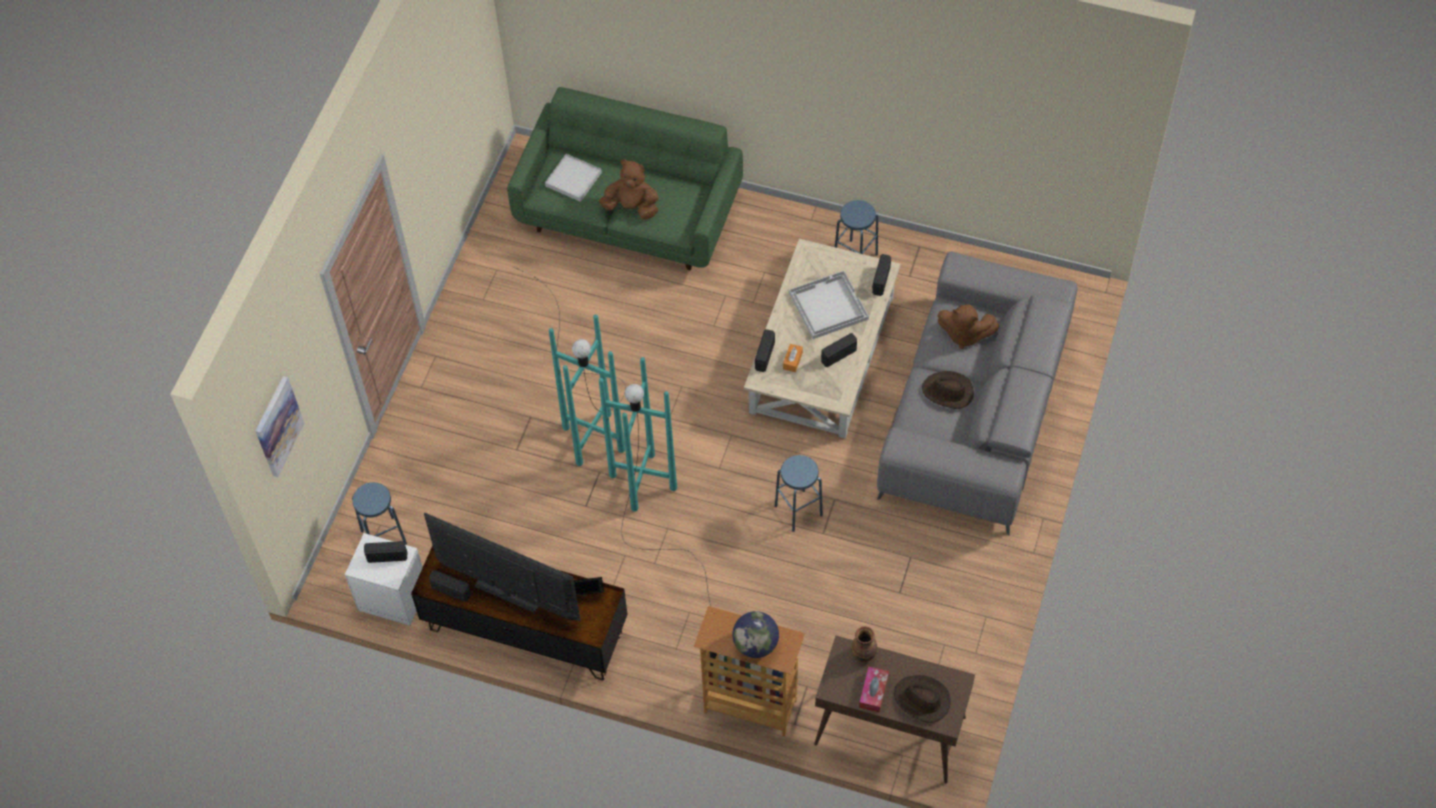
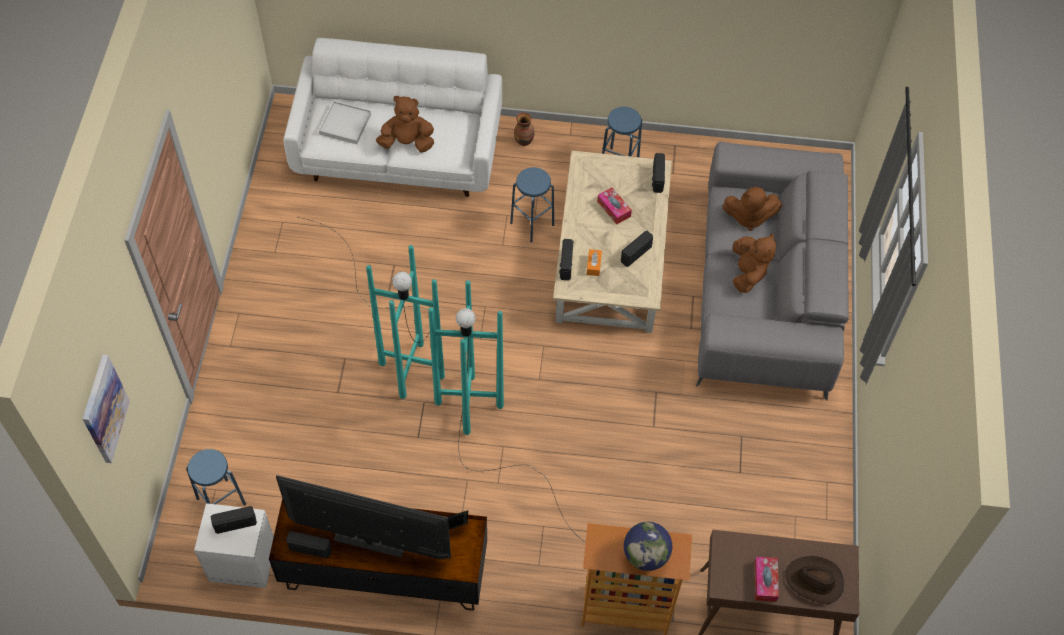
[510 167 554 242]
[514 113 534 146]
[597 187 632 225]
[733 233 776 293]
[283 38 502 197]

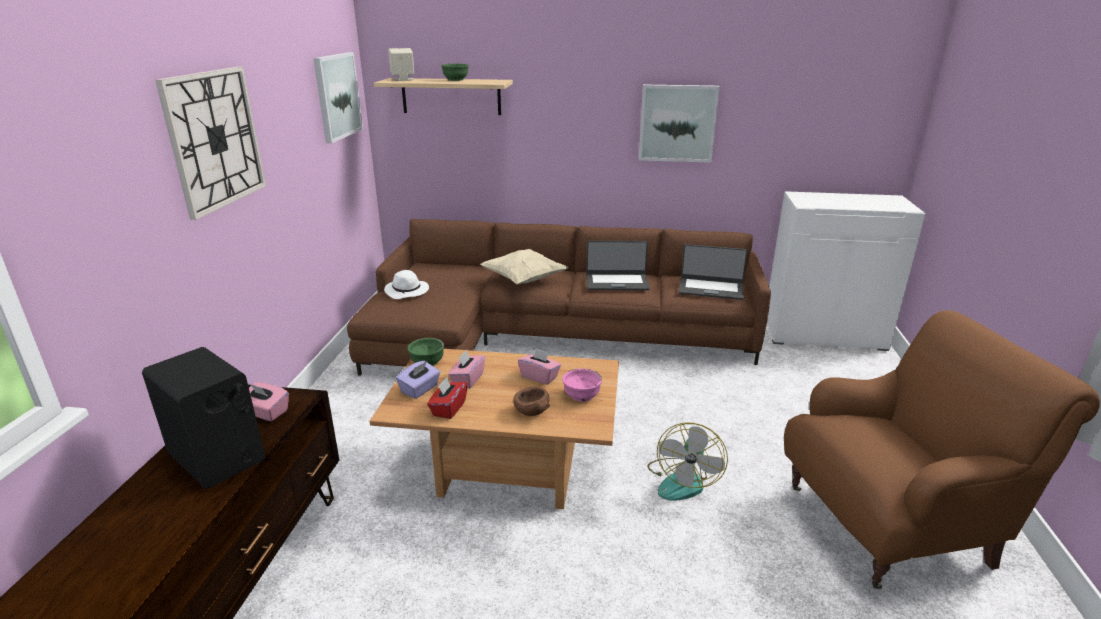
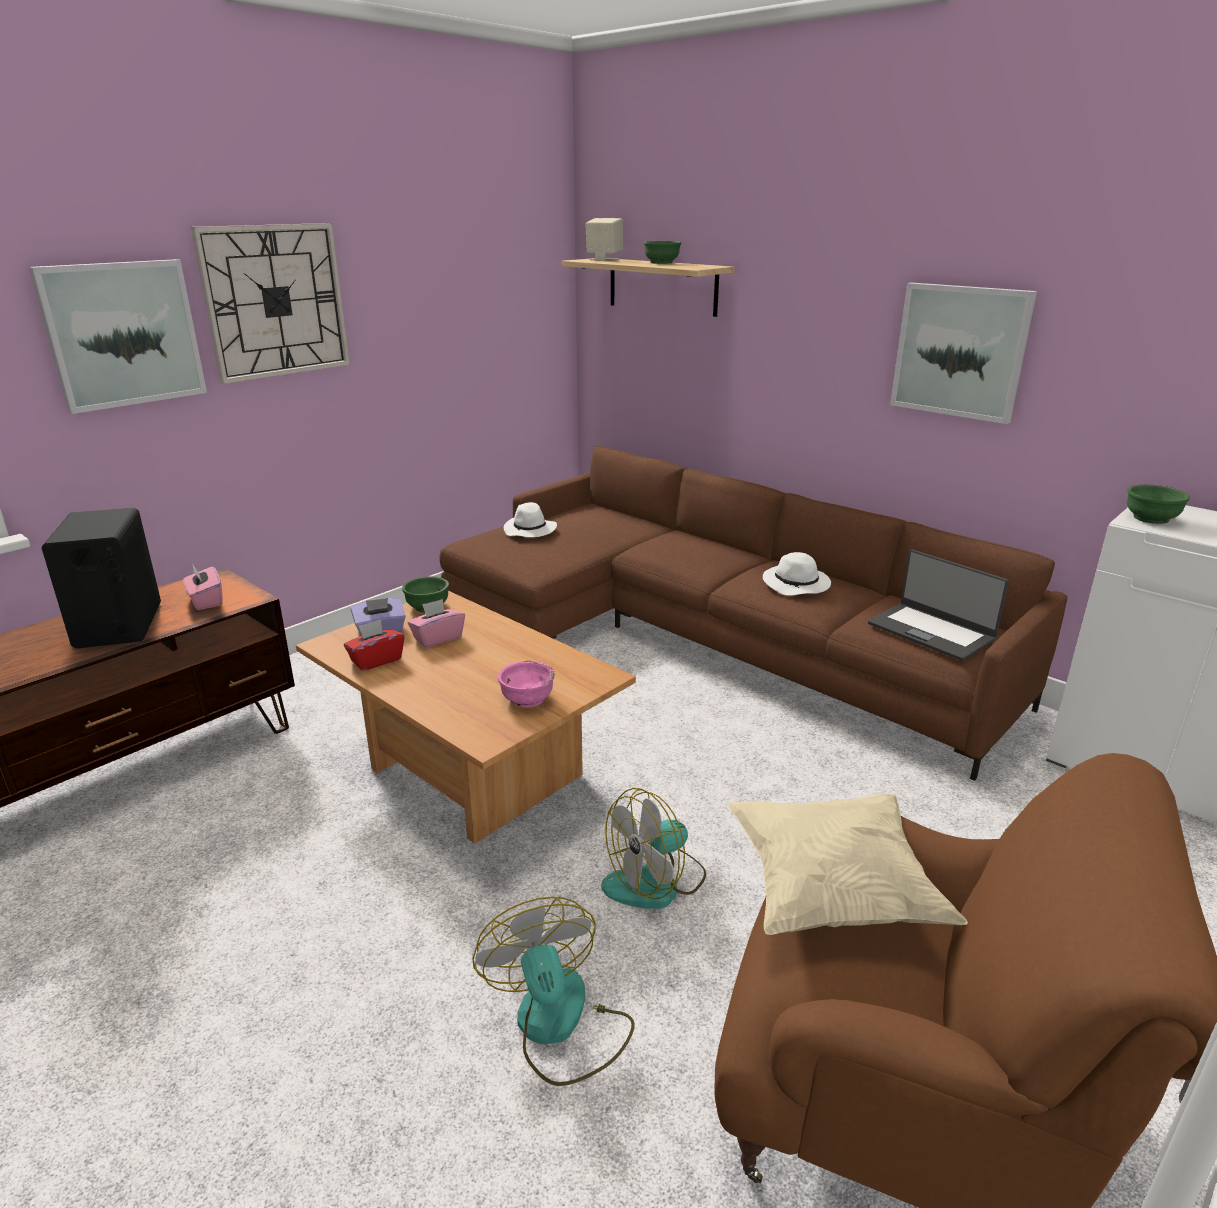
[513 386 550 416] (first image)
[518 347 561 385] (first image)
[472 897 635 1086]
[1127 484 1190 524]
[29 259 207 414]
[728 794 968 935]
[763 552 831 596]

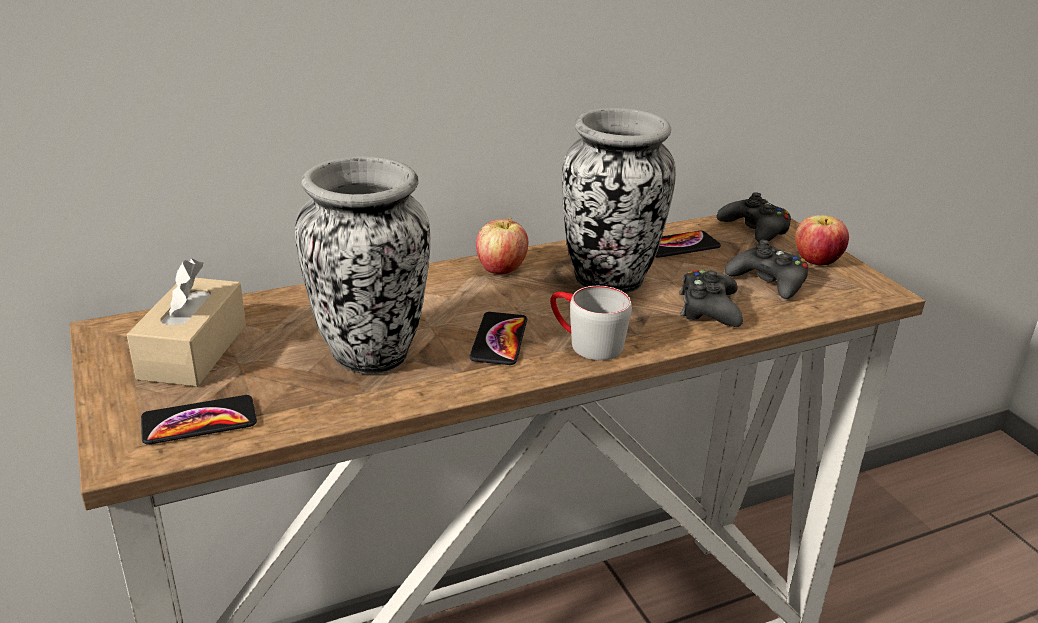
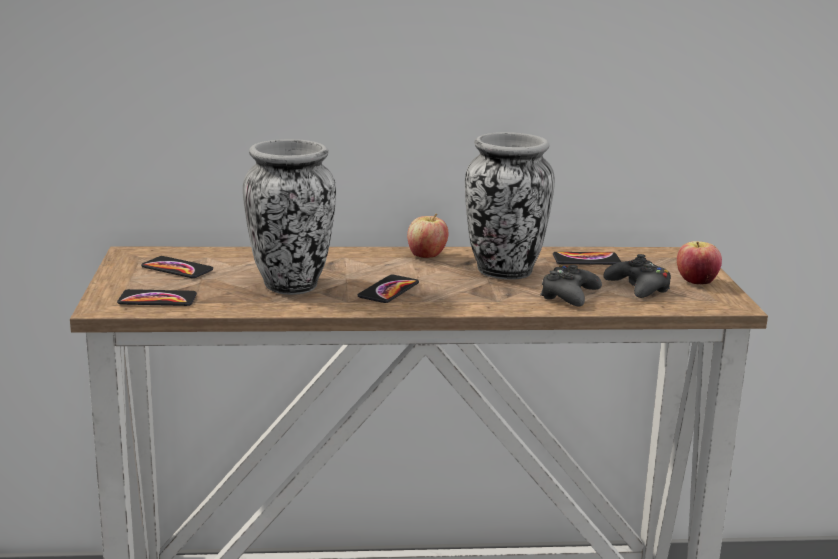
[550 286 632 361] (first image)
[717 192 791 242] (first image)
[141 256 213 278]

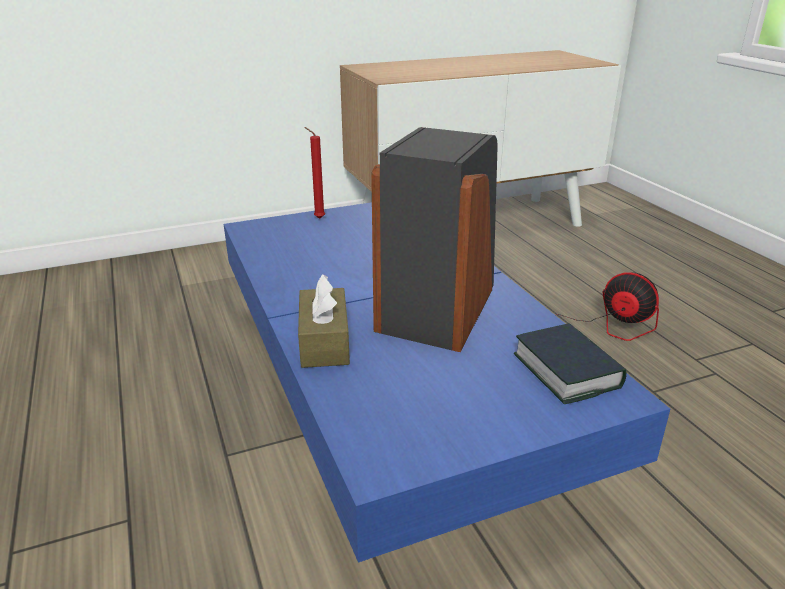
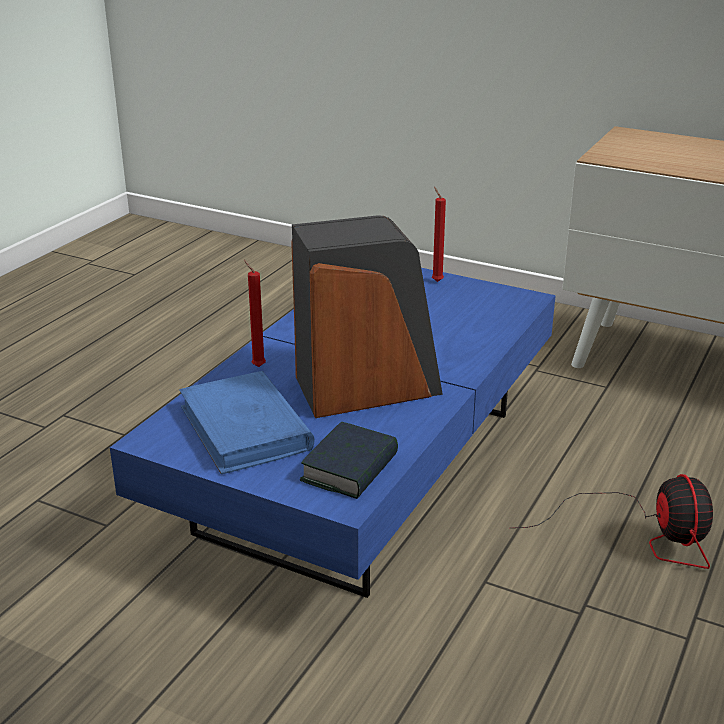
[179 371 315 474]
[244 259 266 367]

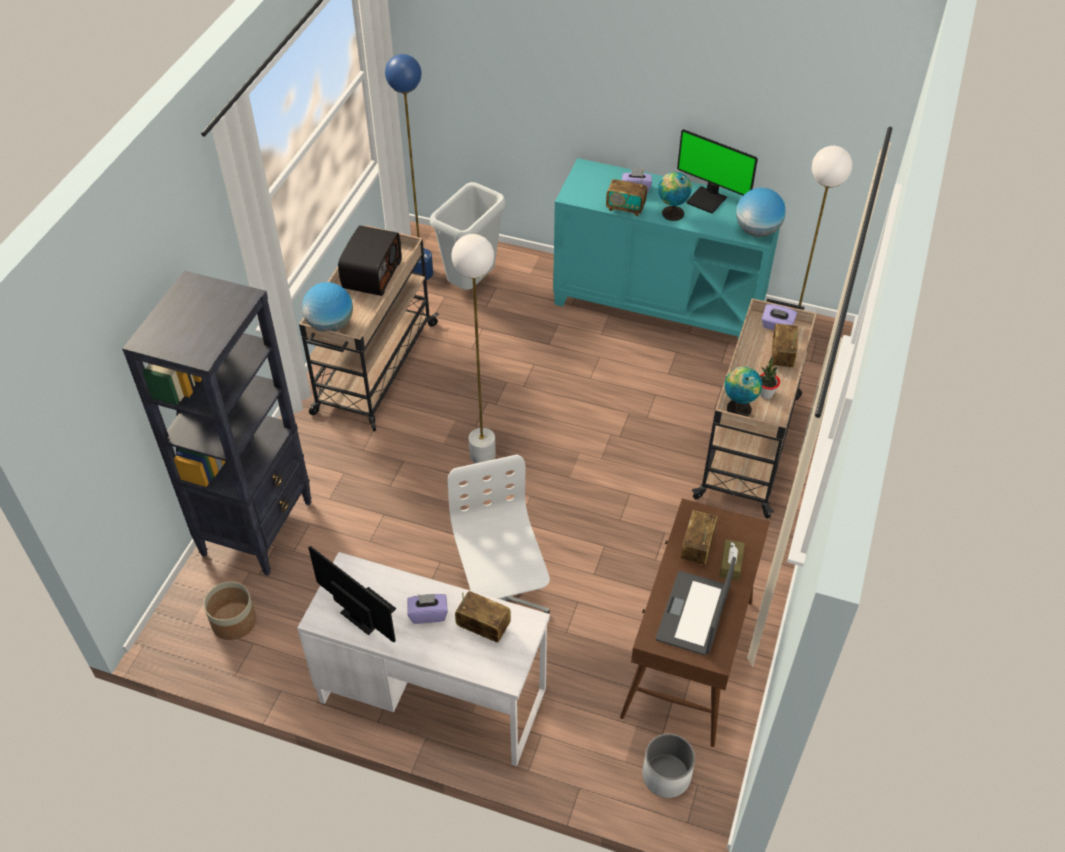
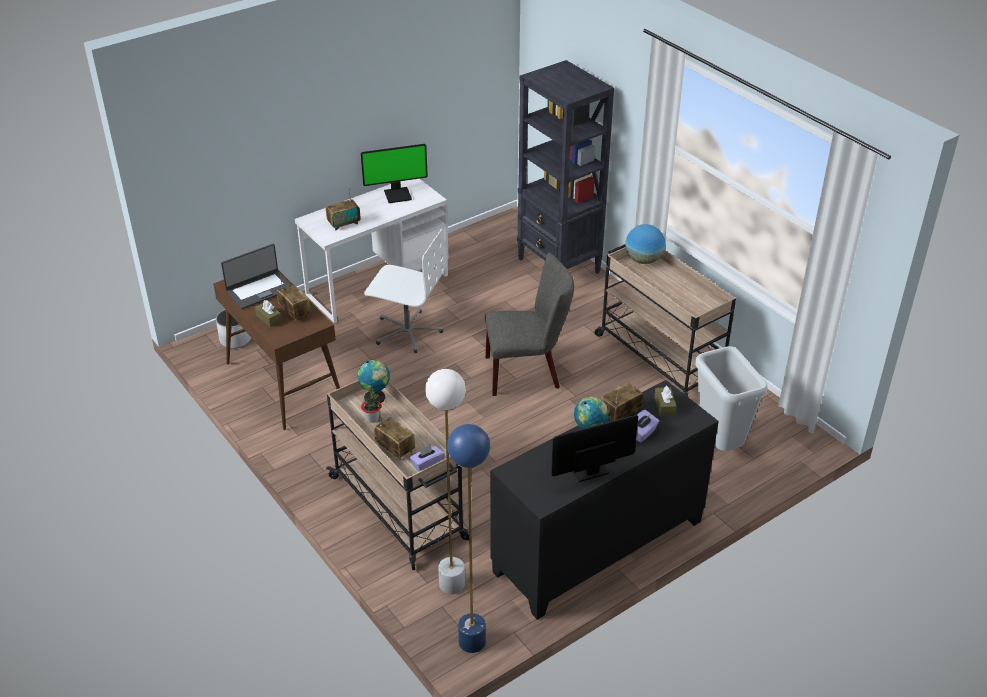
[204 582 256 640] (first image)
[338 225 402 296] (first image)
[407 594 448 624] (first image)
[736 188 786 237] (first image)
[654 386 676 417]
[447 424 490 653]
[485 253 574 396]
[490 380 719 620]
[221 244 291 309]

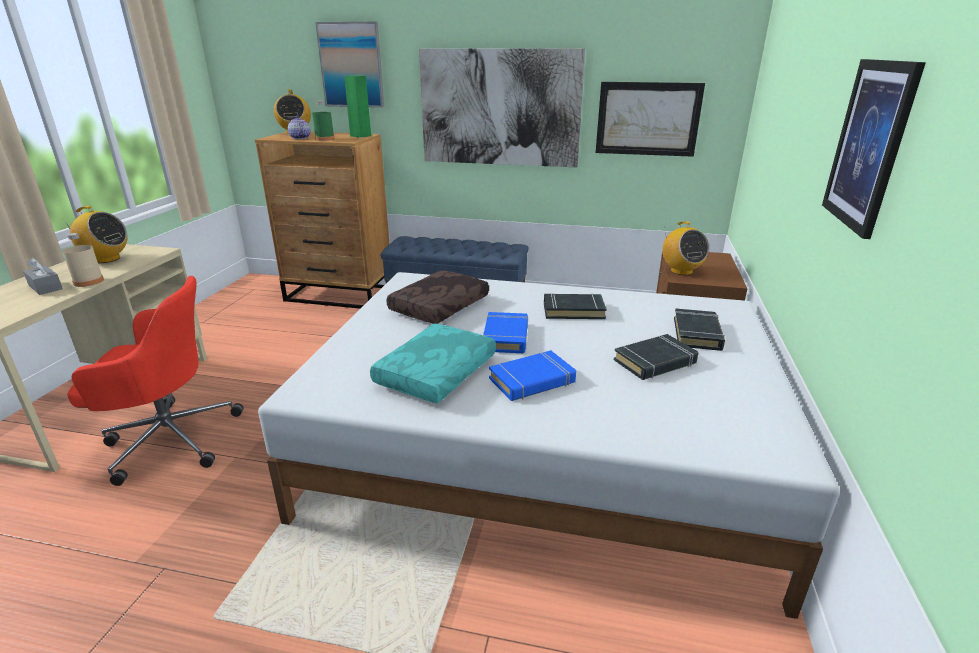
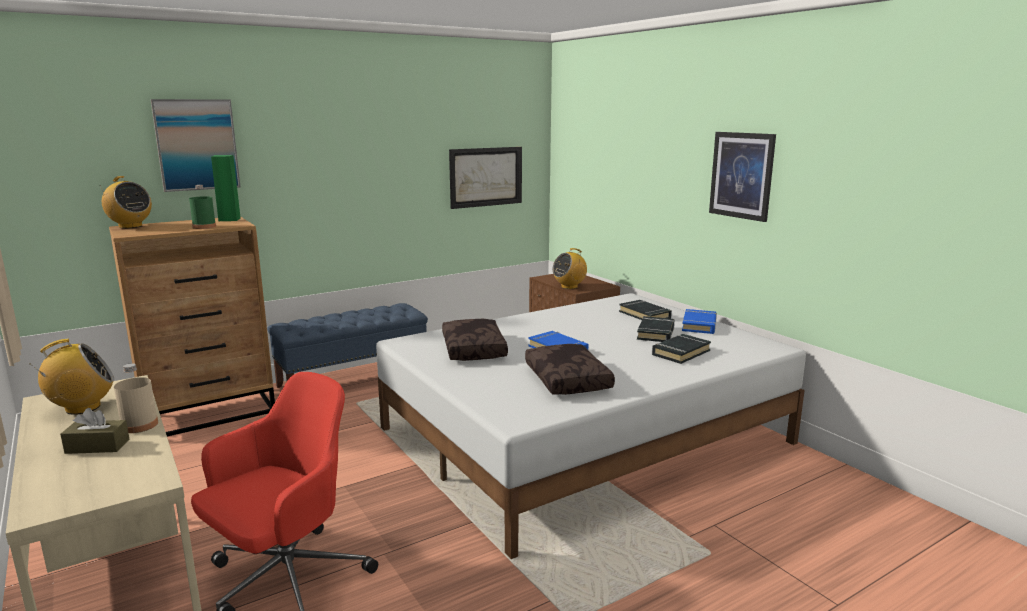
[288 116 311 139] (first image)
[419 49 586 167] (first image)
[682 309 717 334]
[652 334 711 364]
[60 408 129 454]
[525 344 615 395]
[552 248 587 289]

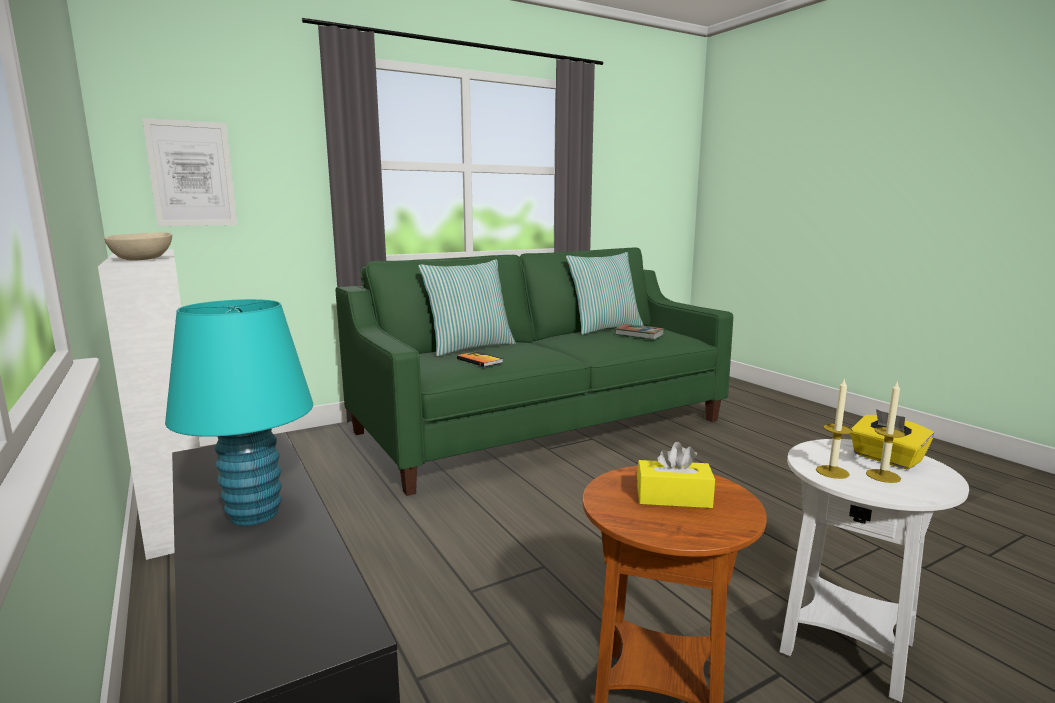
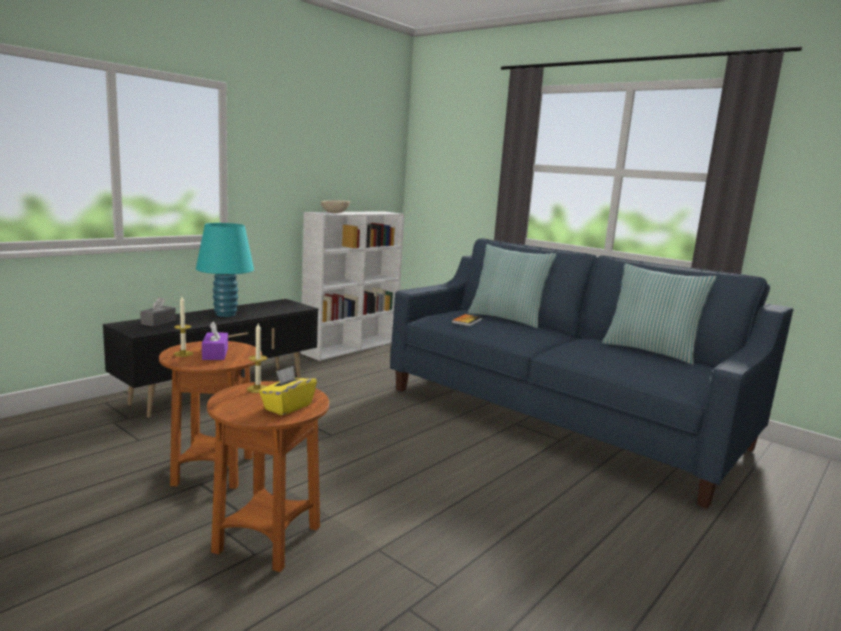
[142 118 237 226] (first image)
[615 324 664 340] (first image)
[140 297 176 327]
[174 297 193 357]
[390 238 793 508]
[202 322 228 360]
[207 381 329 572]

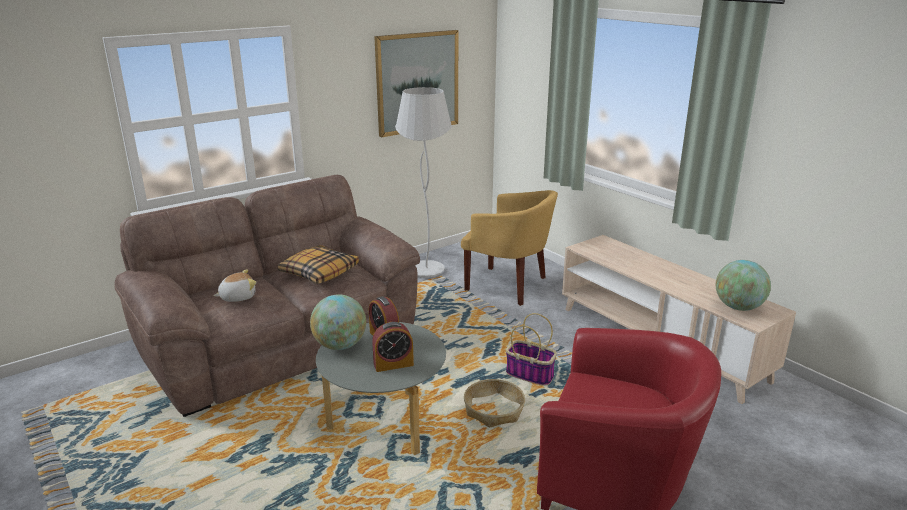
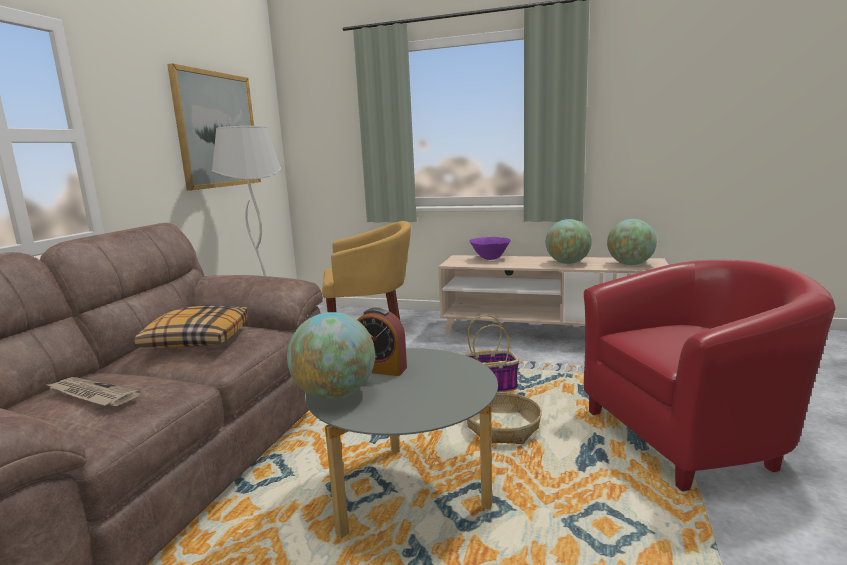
[372 322 414 372] (first image)
[470 237 511 260]
[546 219 592 264]
[45 377 141 406]

